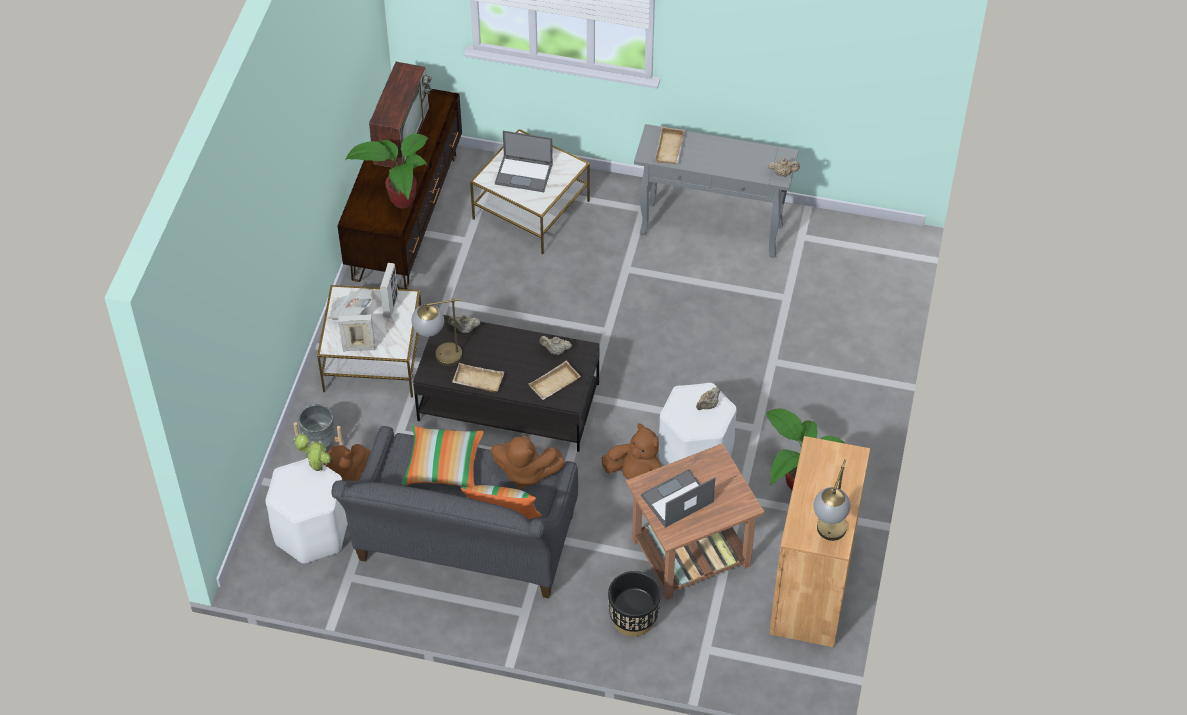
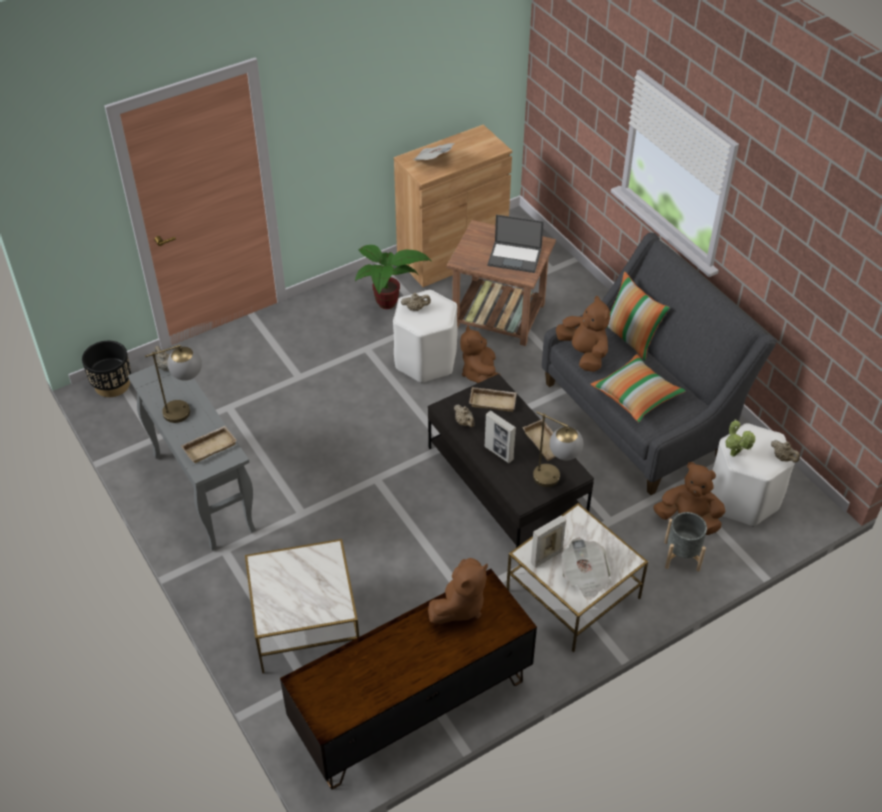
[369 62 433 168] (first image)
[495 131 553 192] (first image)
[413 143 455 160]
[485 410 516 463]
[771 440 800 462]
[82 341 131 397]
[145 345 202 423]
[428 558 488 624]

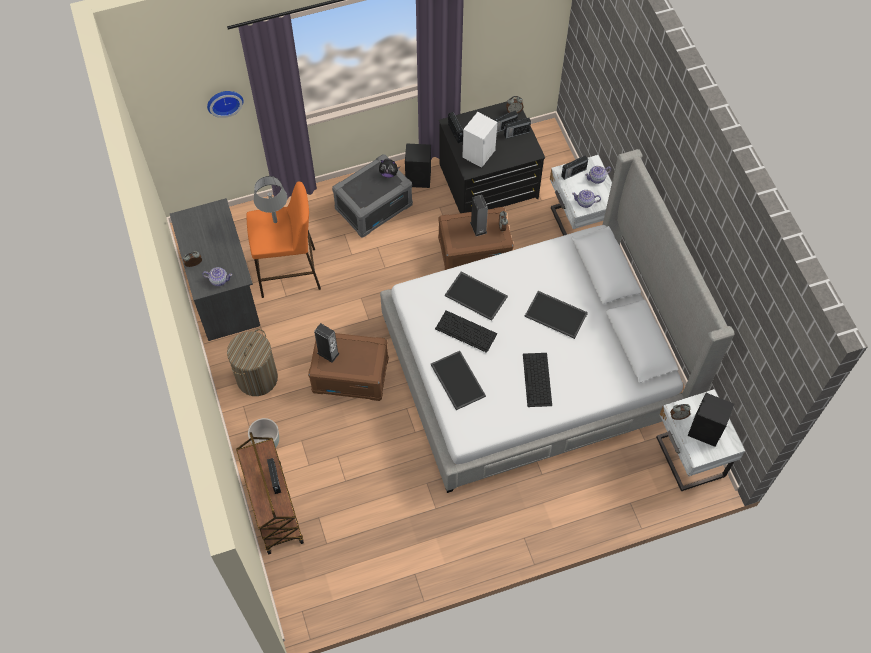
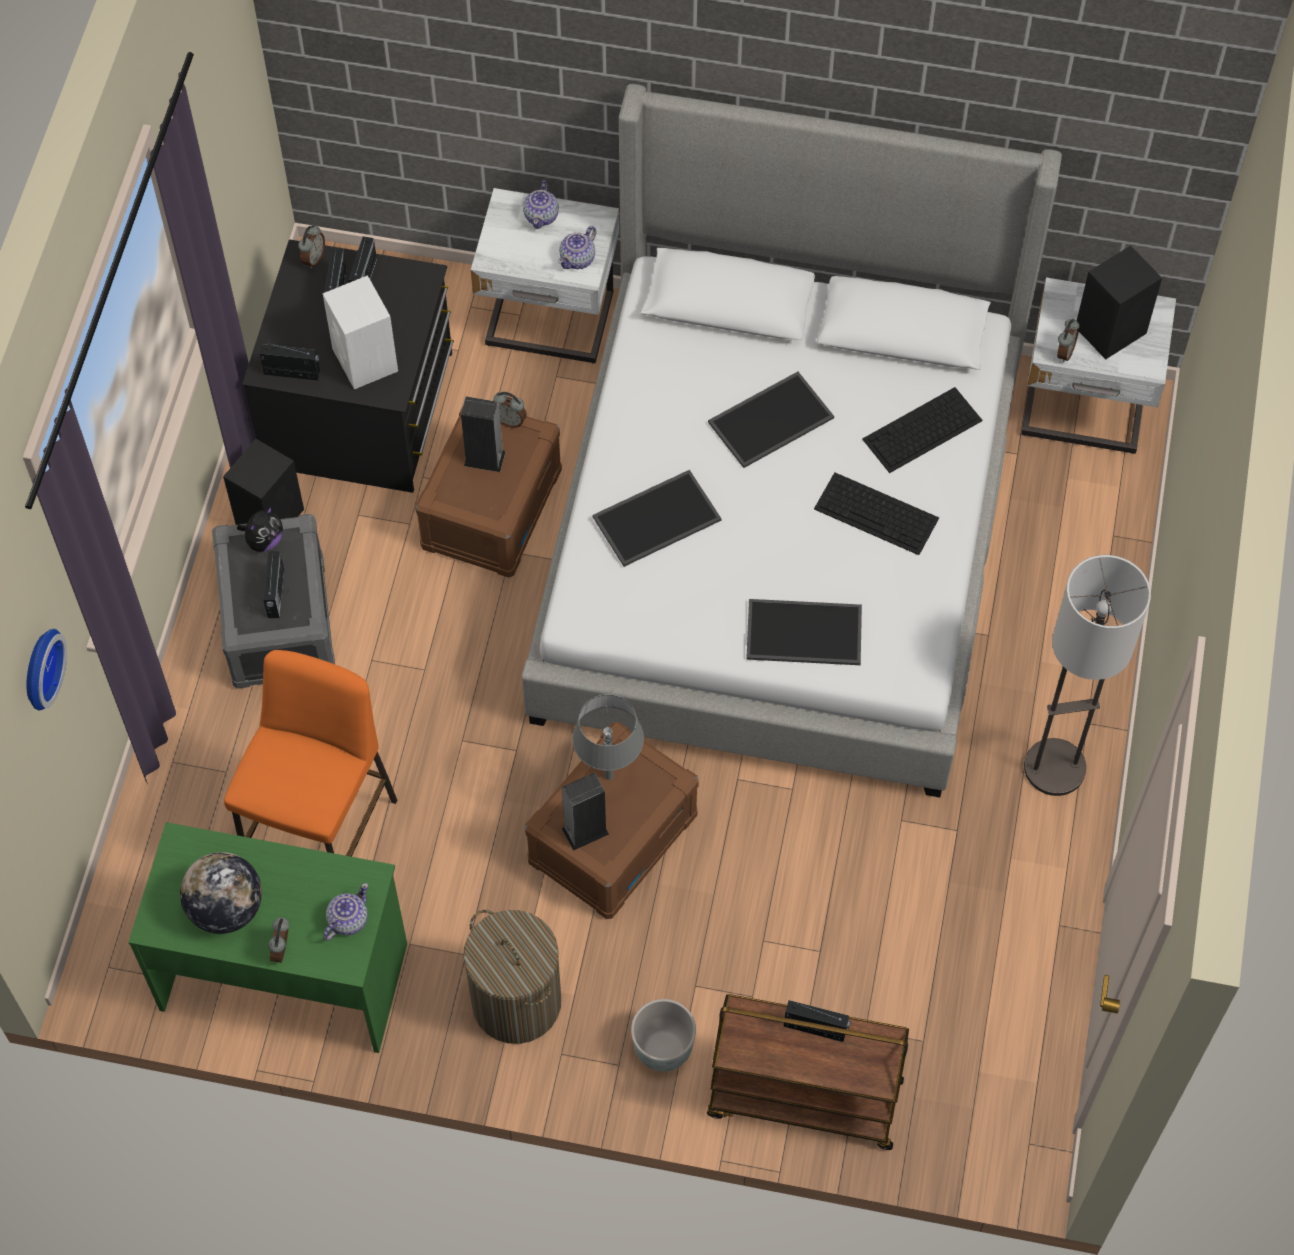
[180 852 262 934]
[1024 555 1151 796]
[572 694 644 780]
[862 387 983 473]
[263 551 284 618]
[128 822 407 1053]

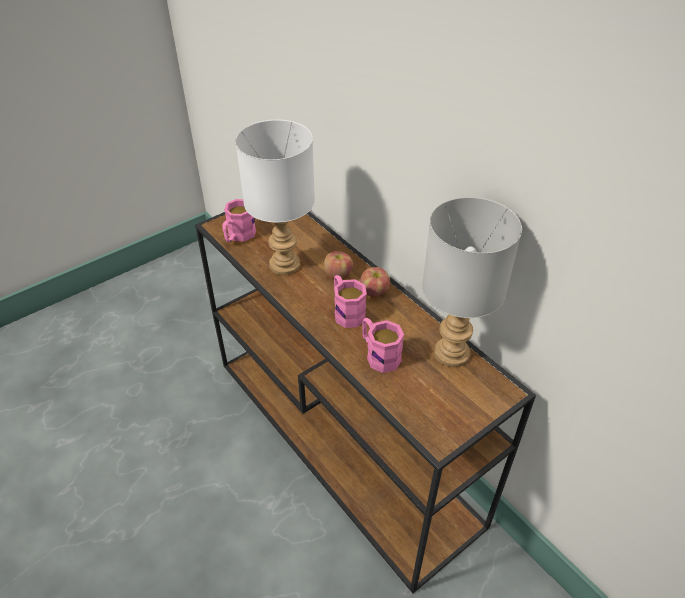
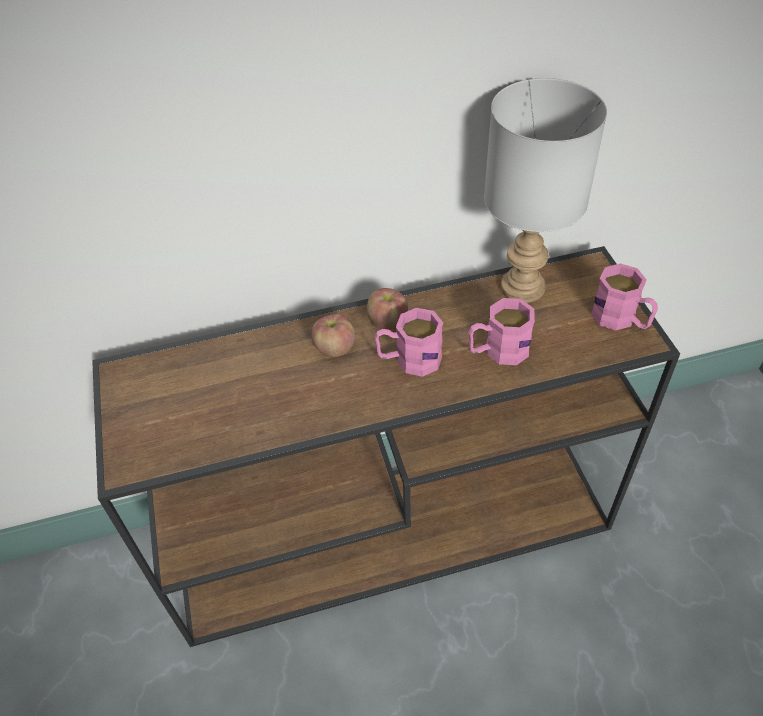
[235 119 315 275] (first image)
[591 263 658 331]

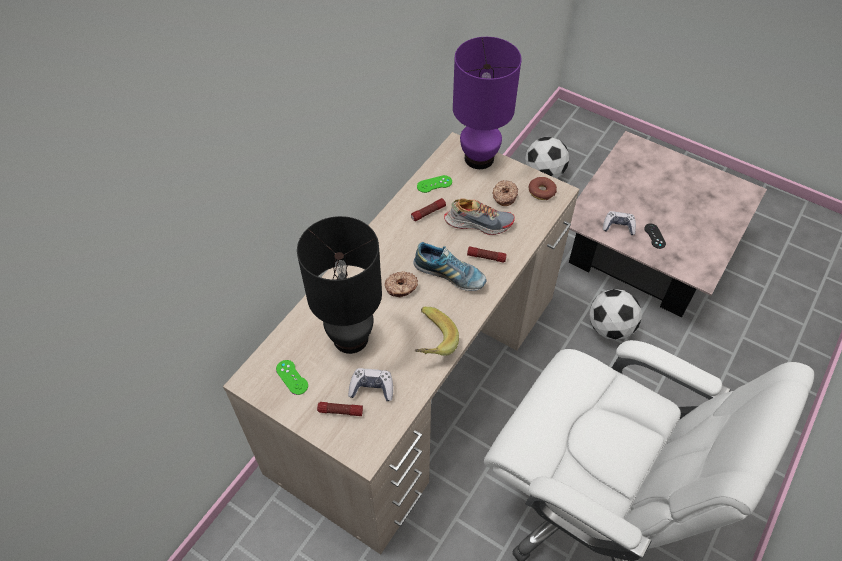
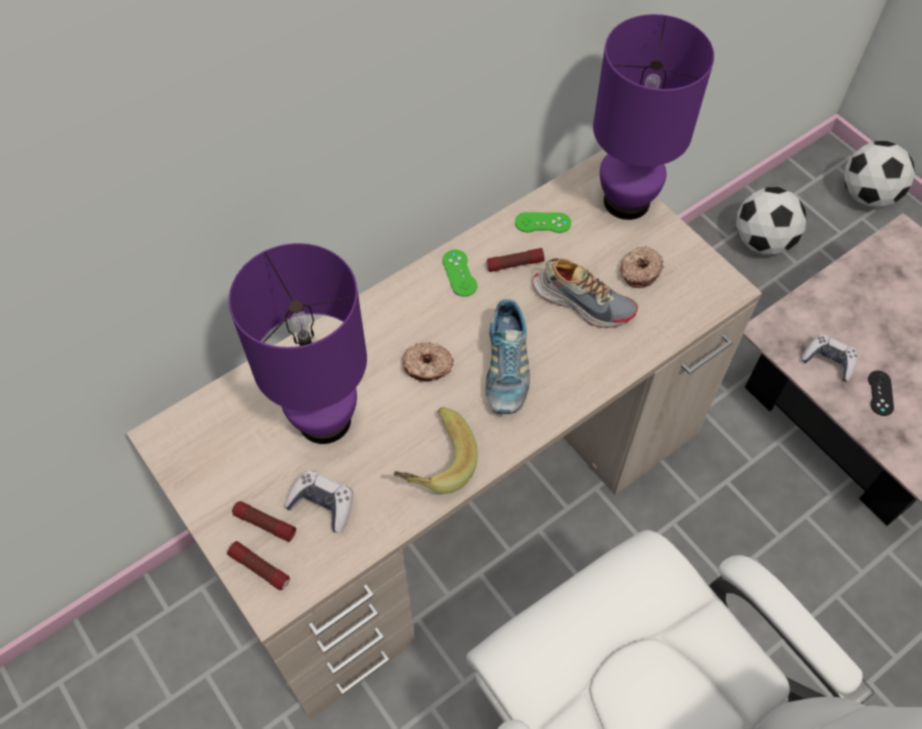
[529 177 557 200] (first image)
[442 249 477 297]
[227 541 290 590]
[844 141 915 207]
[229 243 367 444]
[486 299 530 414]

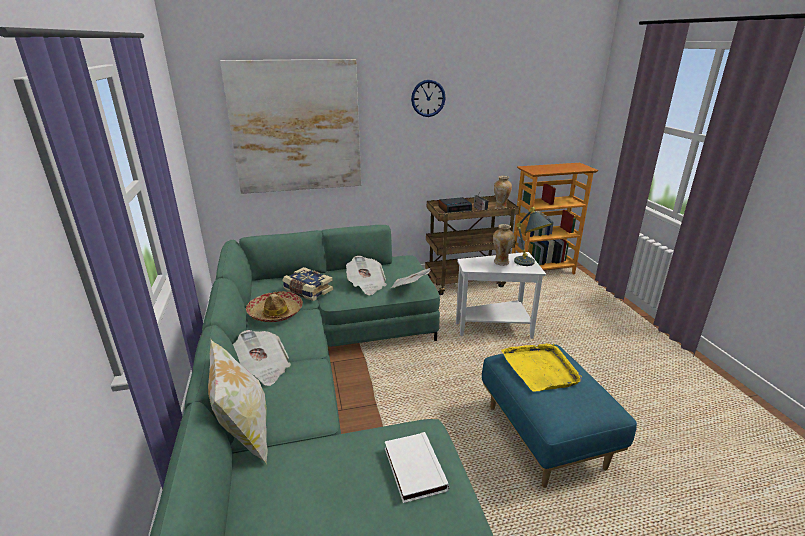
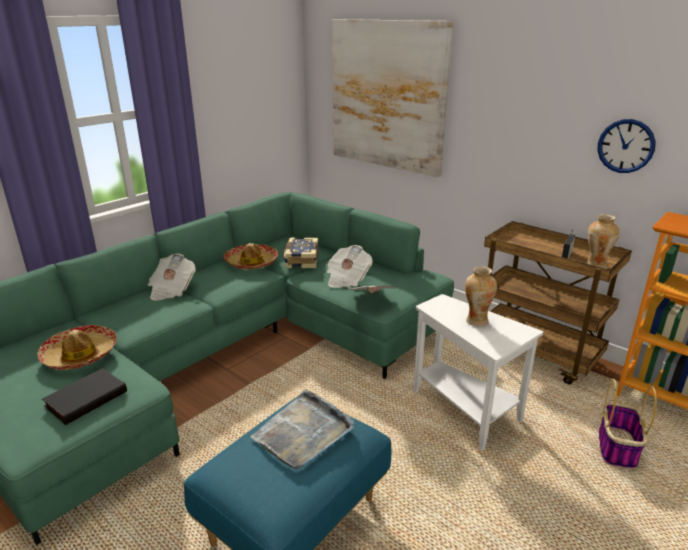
[208 338 268 464] (first image)
[438 197 472 213] (first image)
[514 207 552 266] (first image)
[37 325 117 370]
[599 379 657 469]
[598 119 656 173]
[42 368 127 425]
[250 389 354 469]

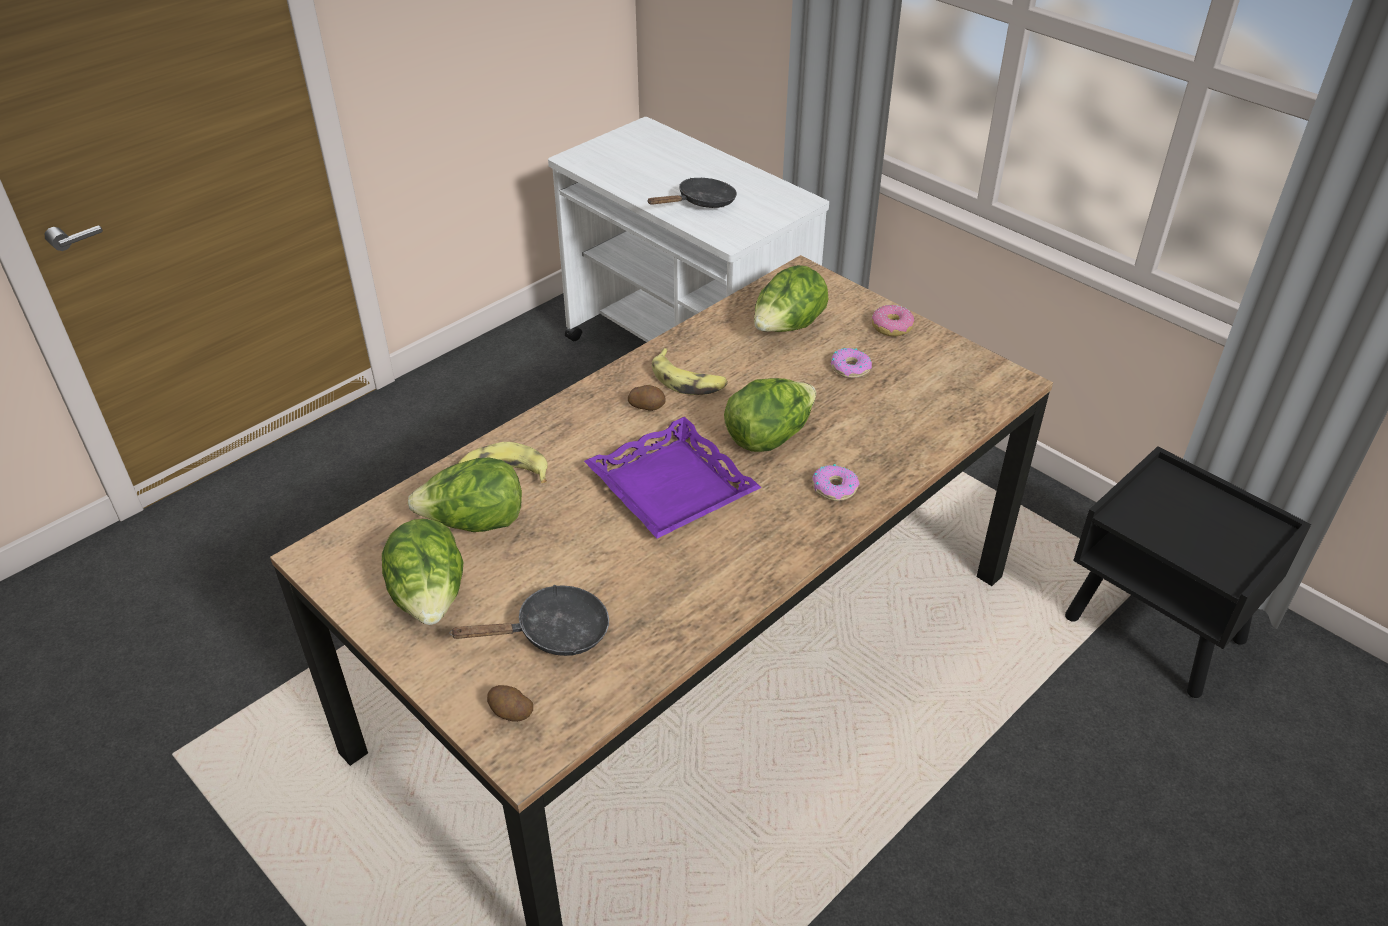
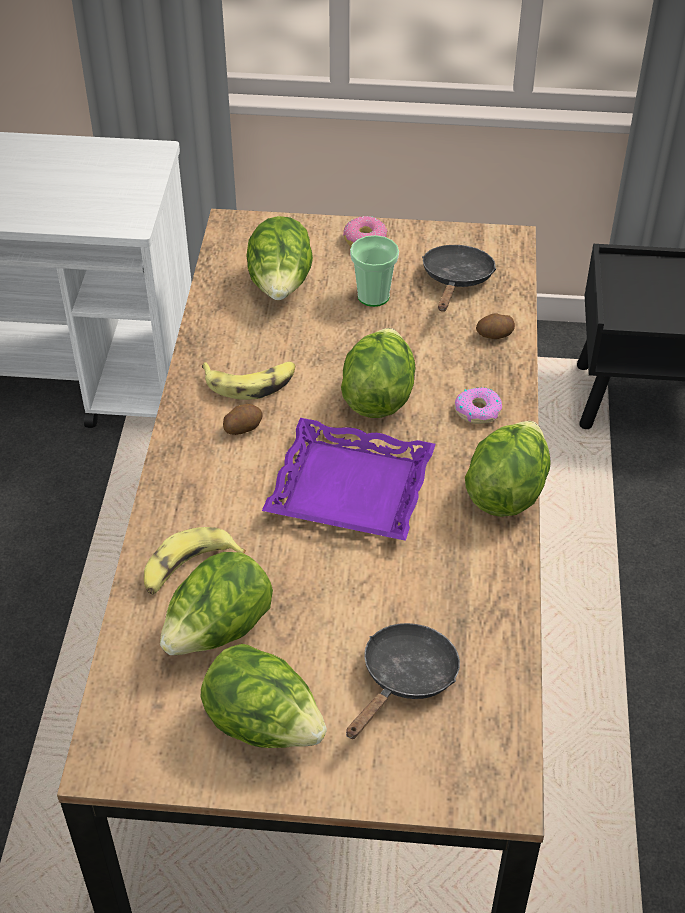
[465 421 551 517]
[476 313 515 339]
[422 245 496 312]
[350 235 399 307]

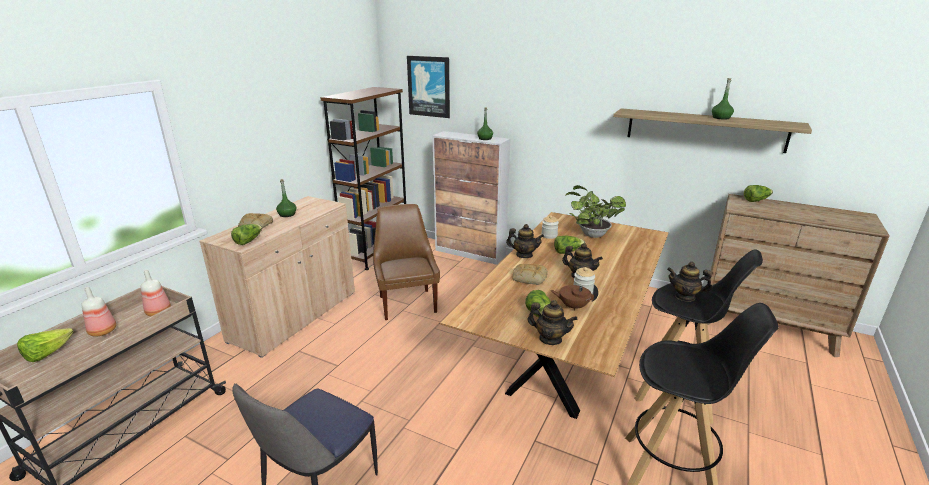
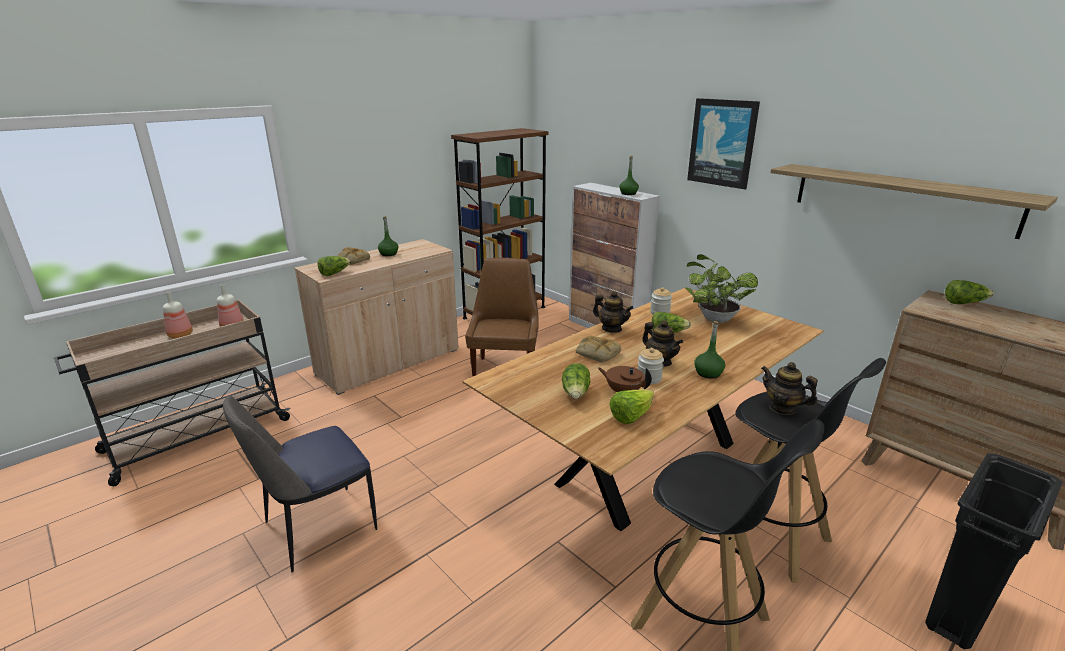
[527 300 577 345] (first image)
[925 453 1063 649]
[609 389 654 424]
[687 98 760 190]
[694 321 726 379]

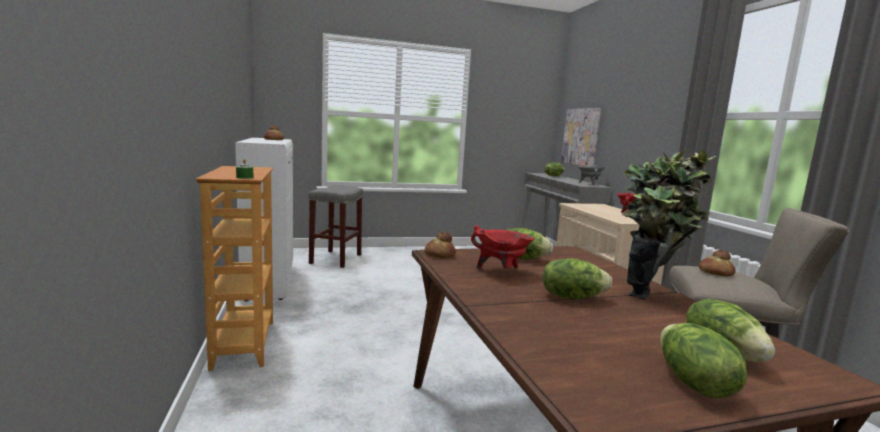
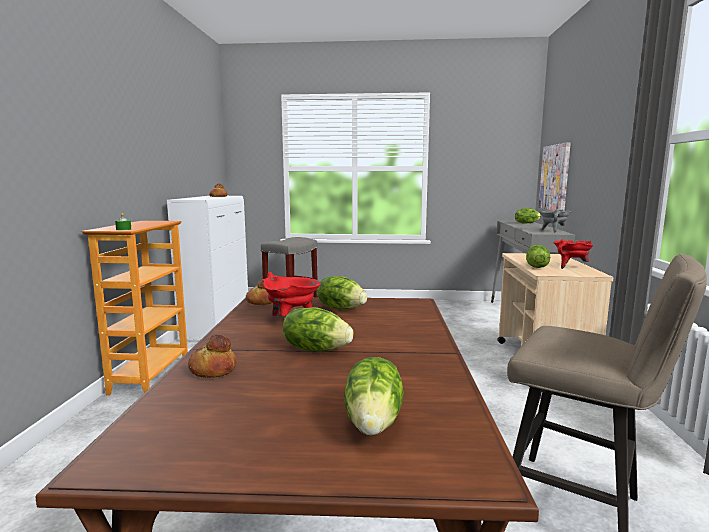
[622 150 716 300] (first image)
[526 245 550 268]
[188 335 237 378]

